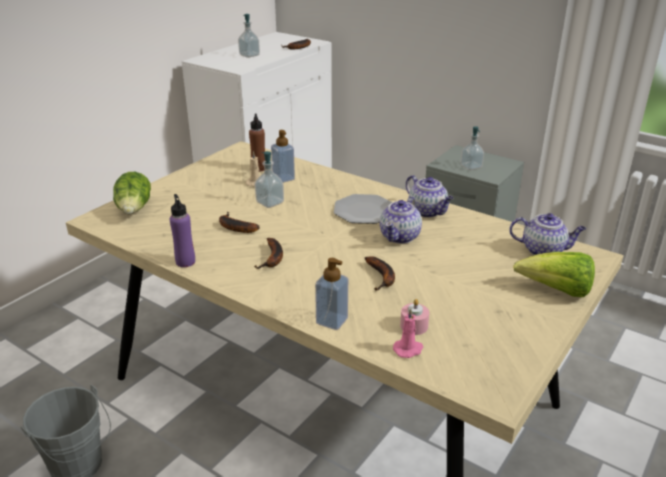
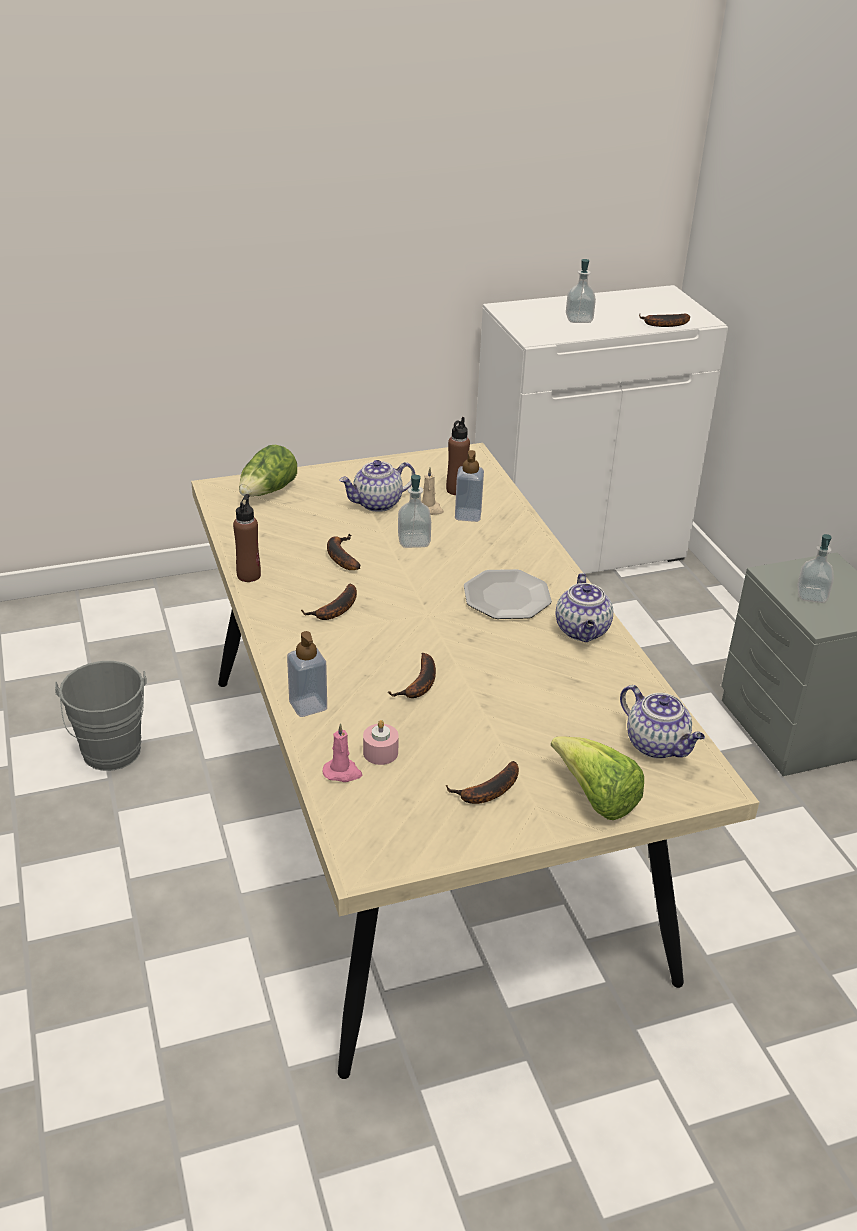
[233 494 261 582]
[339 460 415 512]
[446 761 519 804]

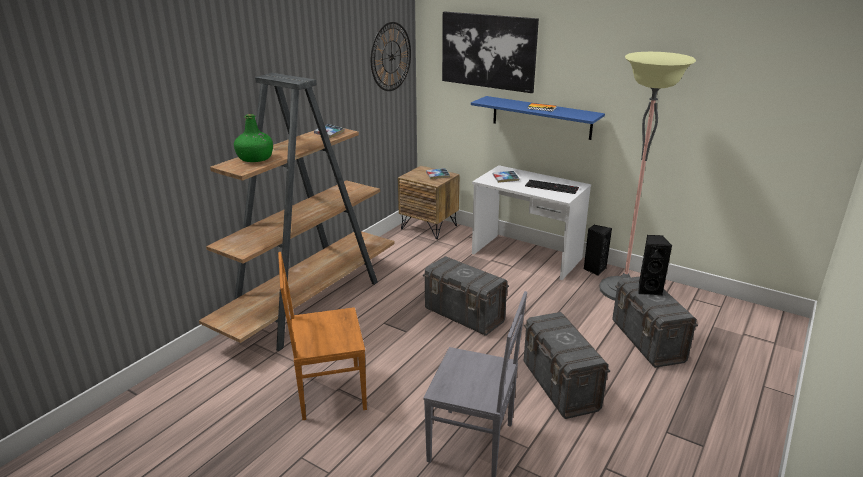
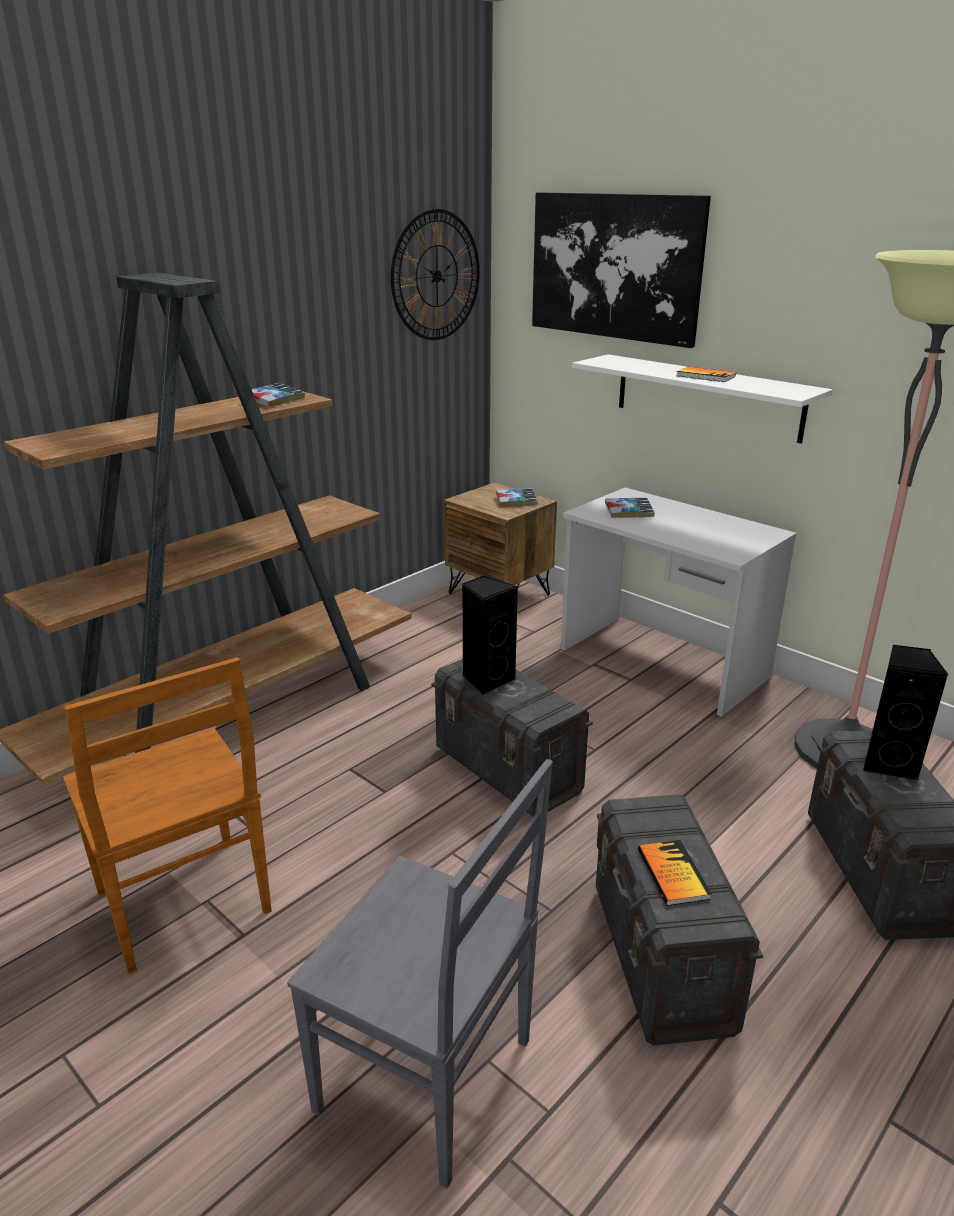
[63 658 272 974]
[462 575 518 695]
[572 354 833 444]
[638 840 712 906]
[234 114 273 162] (first image)
[525 180 579 194] (first image)

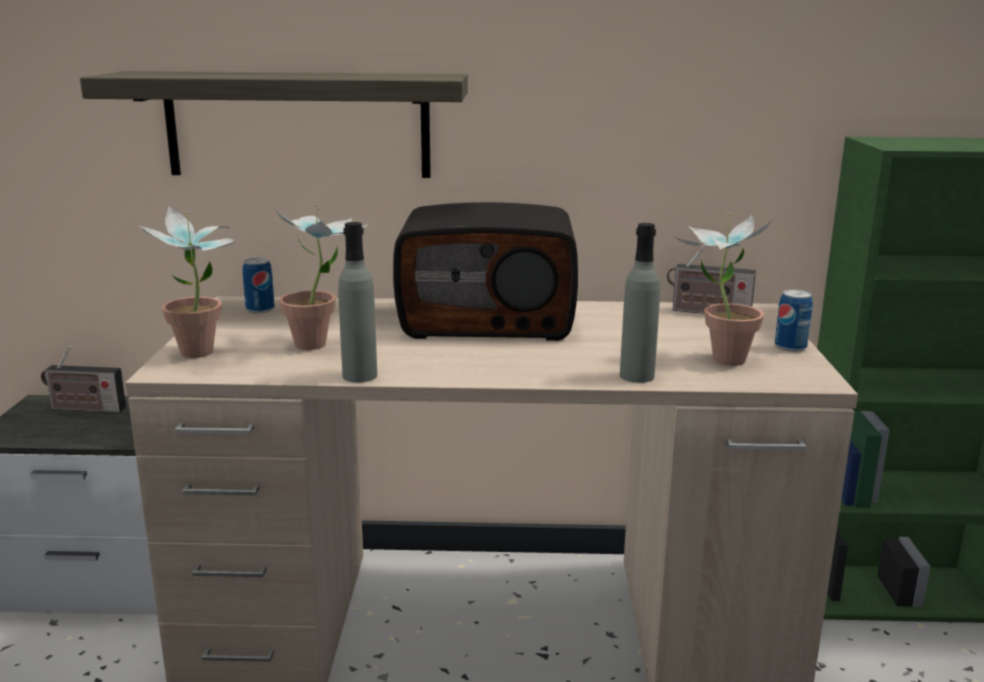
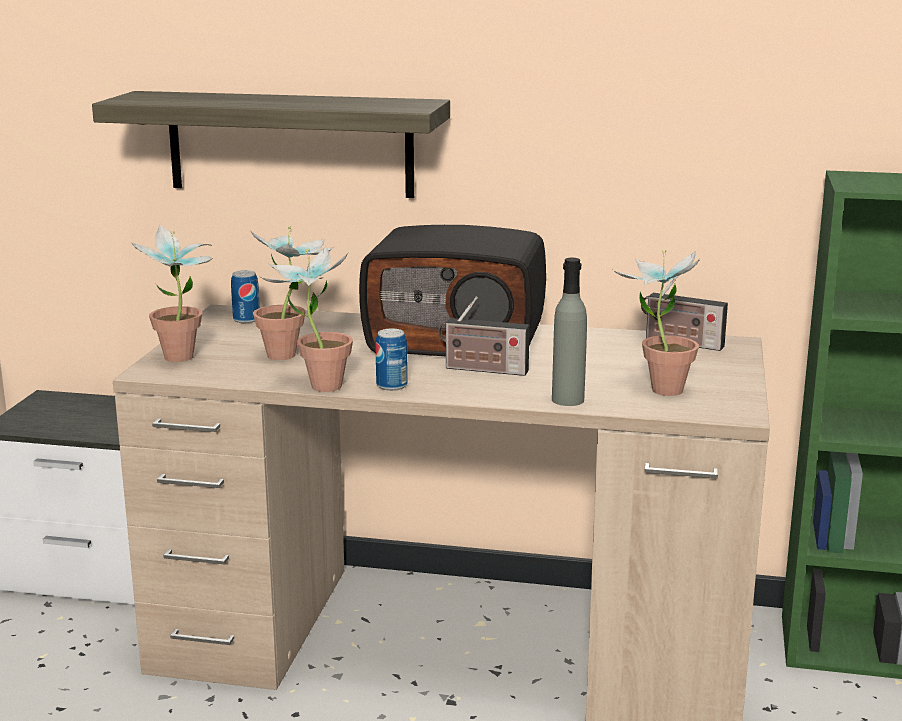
[262 246 353 392]
[375 329 408 391]
[438 296 530 376]

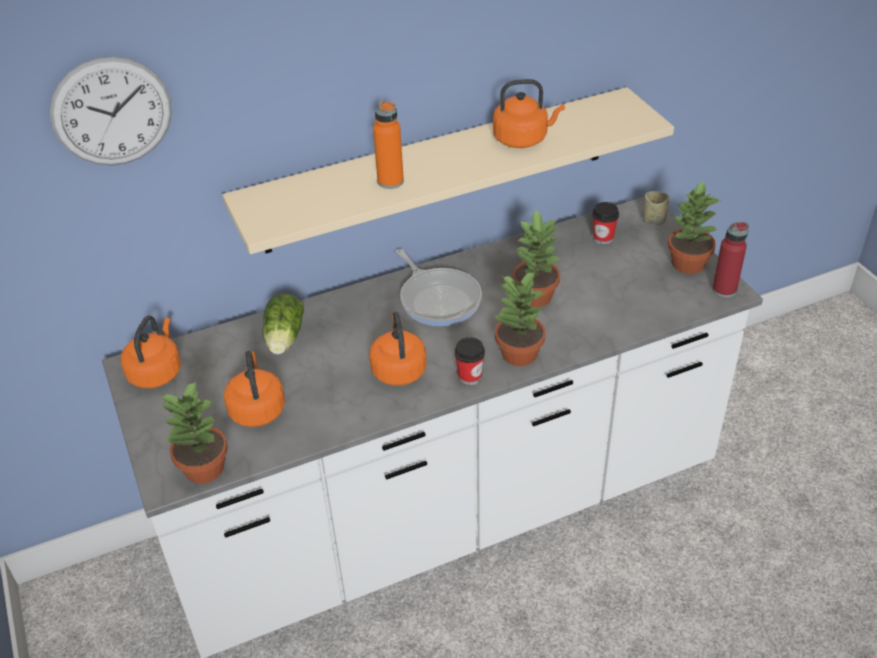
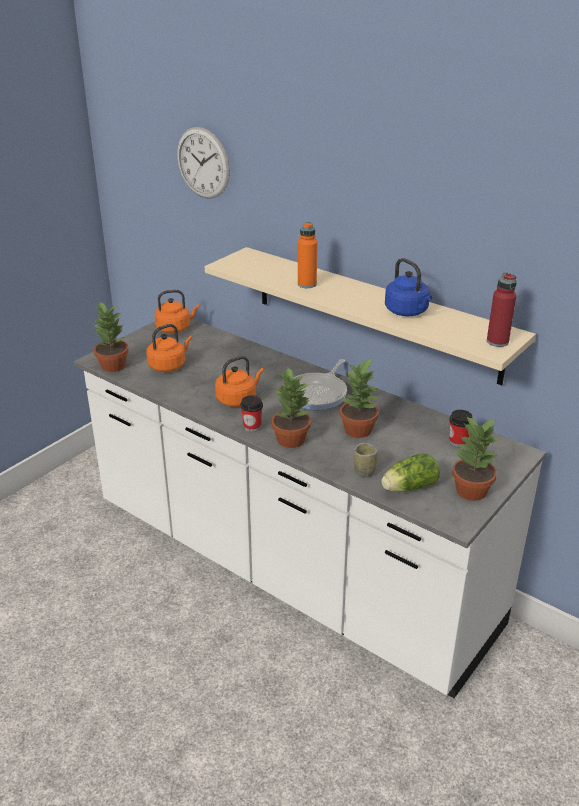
[354 443 377 478]
[381 453 440 492]
[385 258 432 316]
[487 272 517 347]

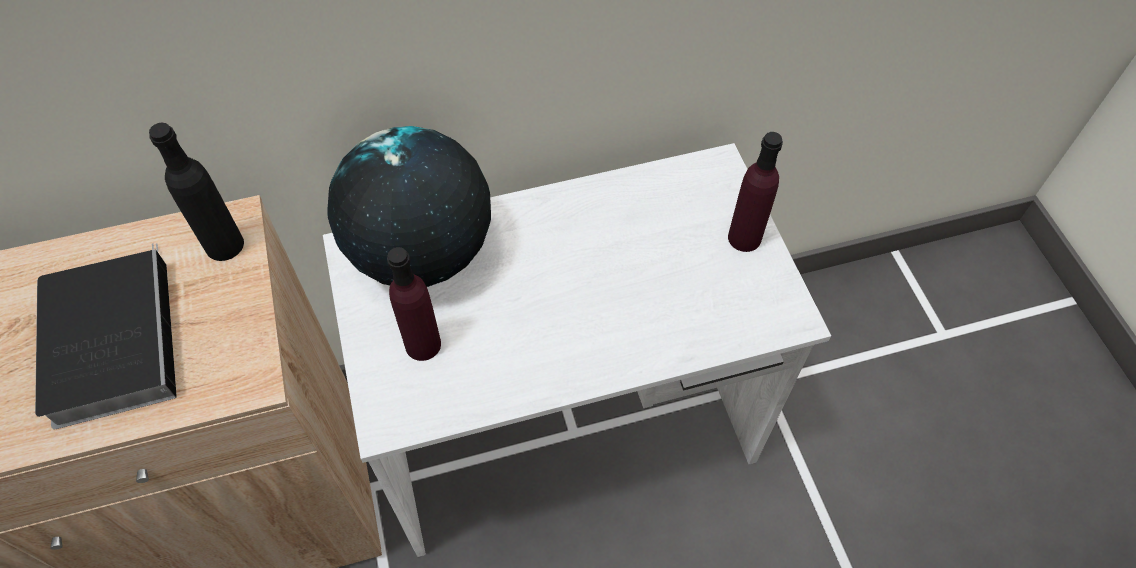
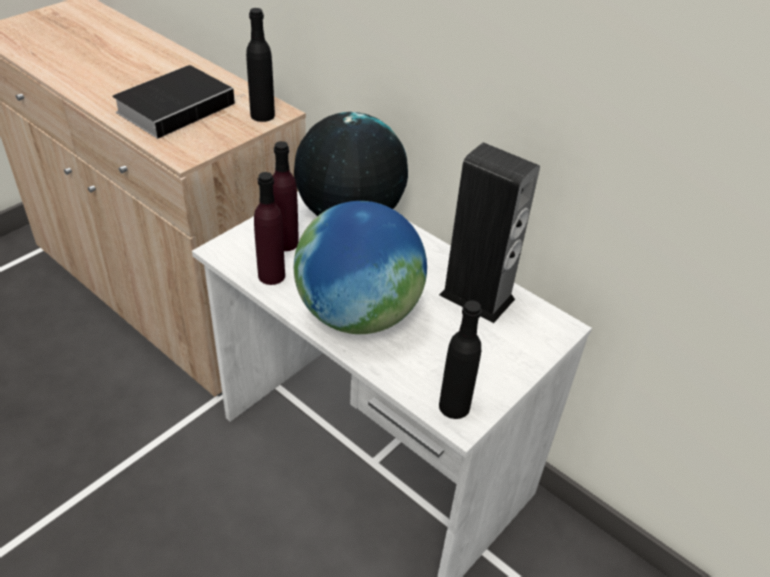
[254 172 285 285]
[294 201 427 334]
[439 142 540 323]
[439 300 482 419]

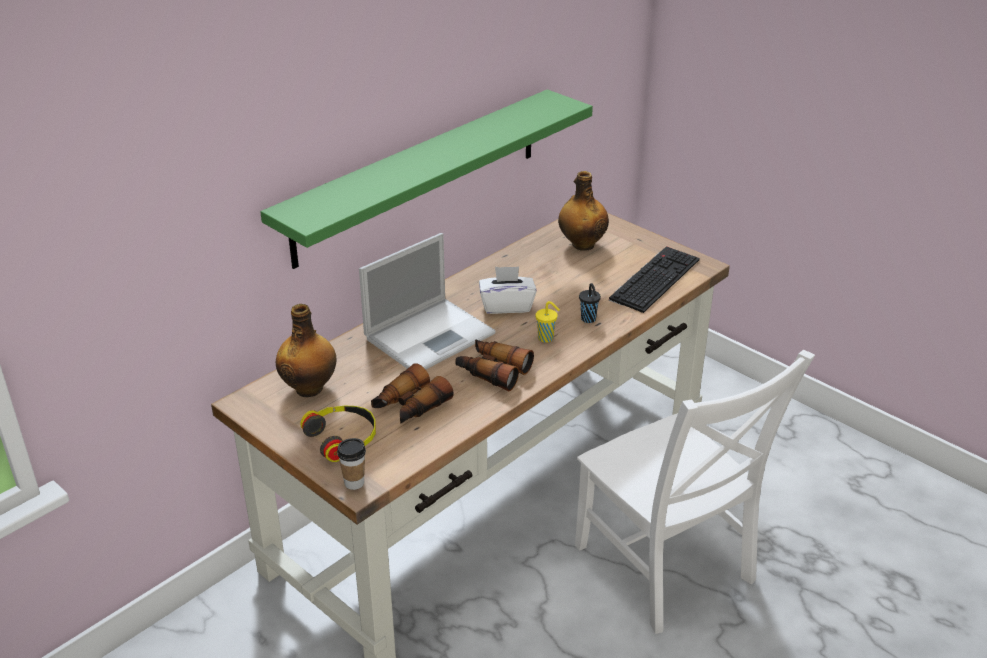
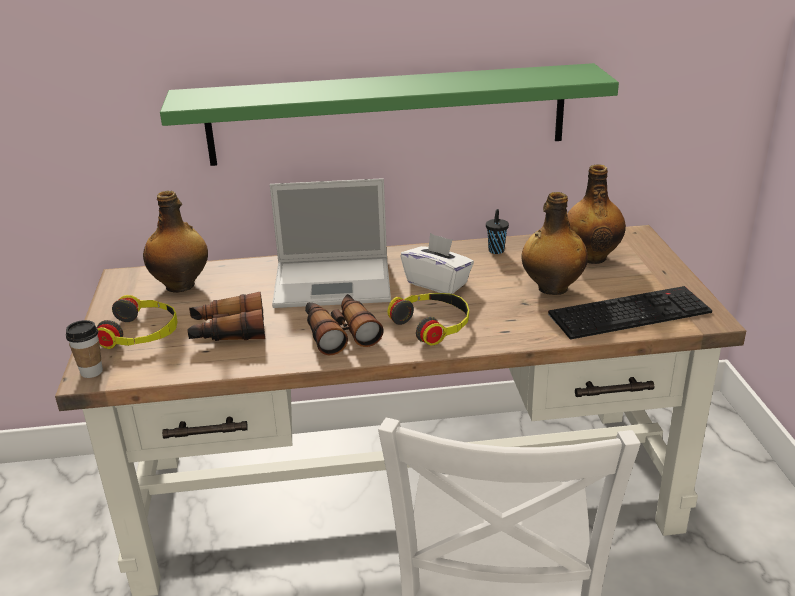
[388 293 469 345]
[486 209 509 254]
[521 192 588 295]

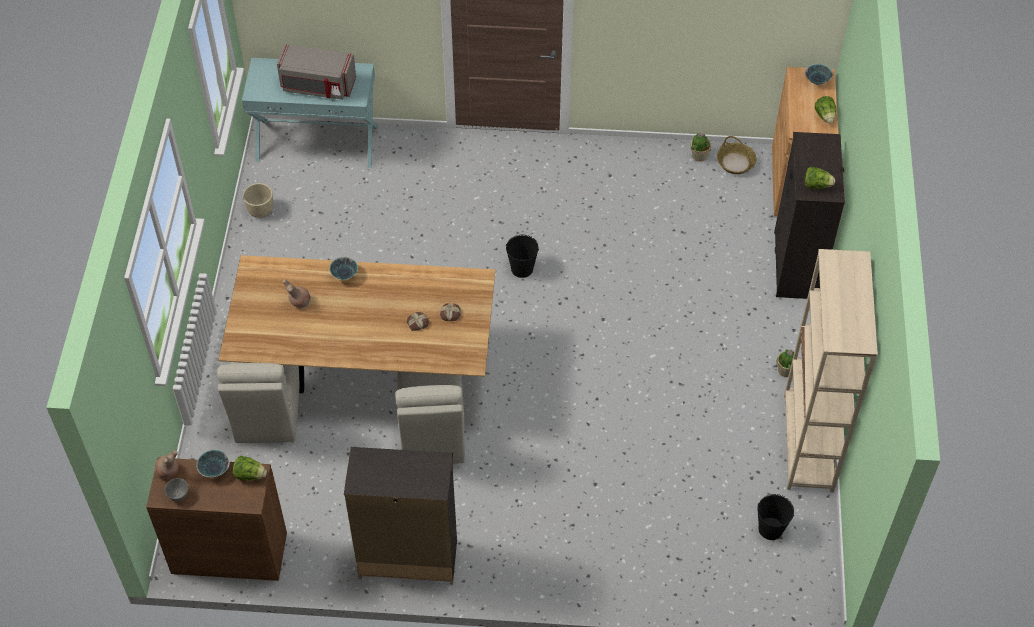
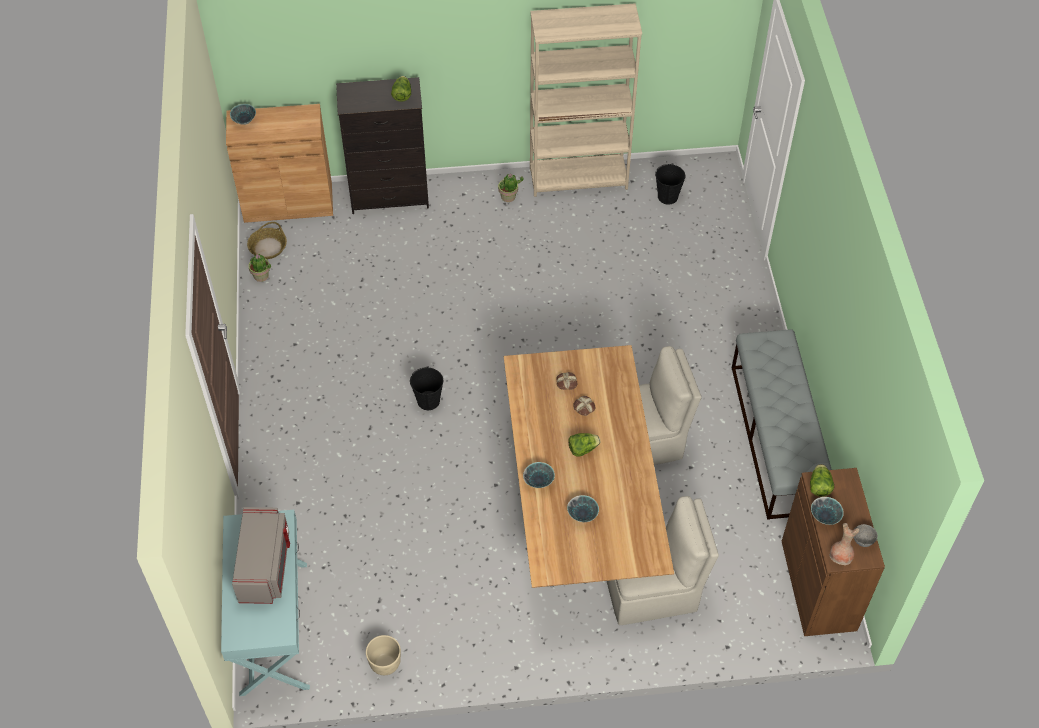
[567 495 599 522]
[568 433 600 457]
[732 329 832 520]

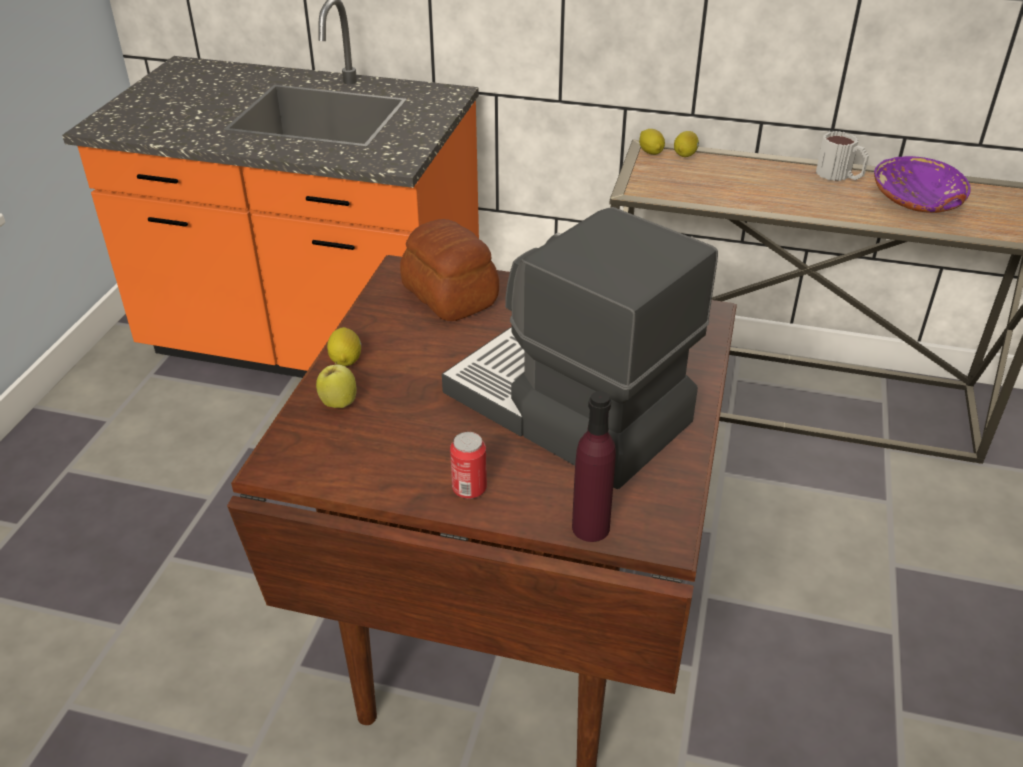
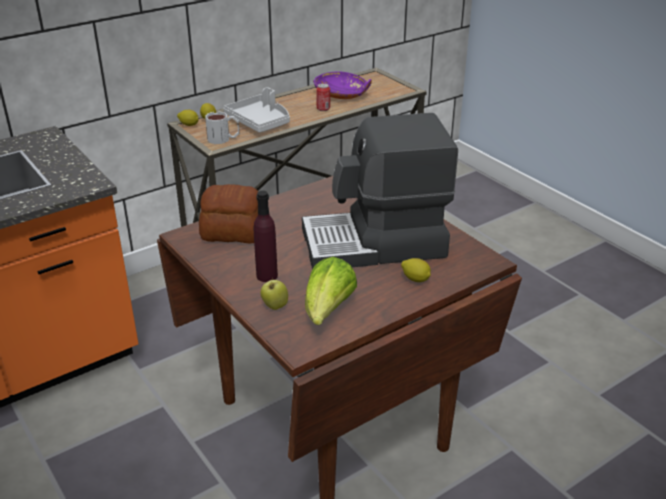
[205 111 239 144]
[223 87 290 133]
[254 191 278 282]
[305 257 357 325]
[316 83 330 111]
[401 258 431 282]

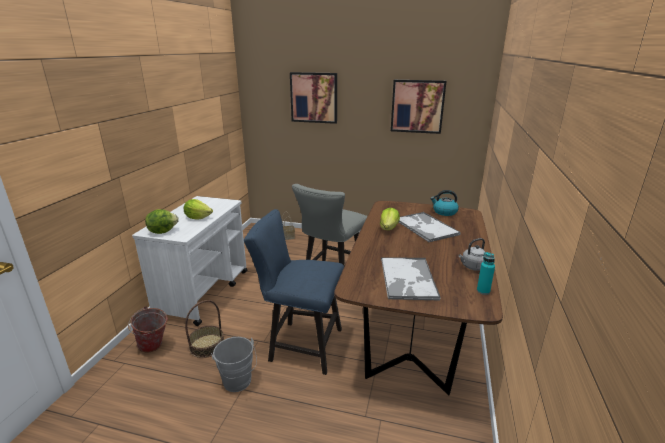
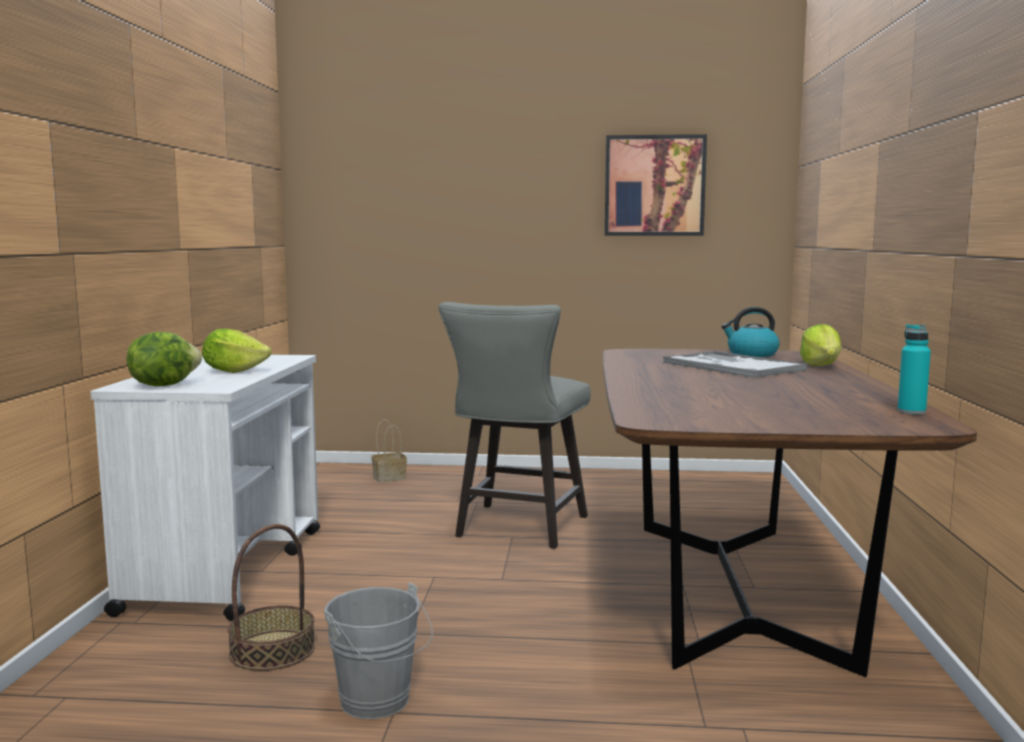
[800 324 842 366]
[128 306 168 352] (first image)
[244 209 344 375] (first image)
[290 72 337 124] (first image)
[381 257 441 301] (first image)
[458 238 485 271] (first image)

